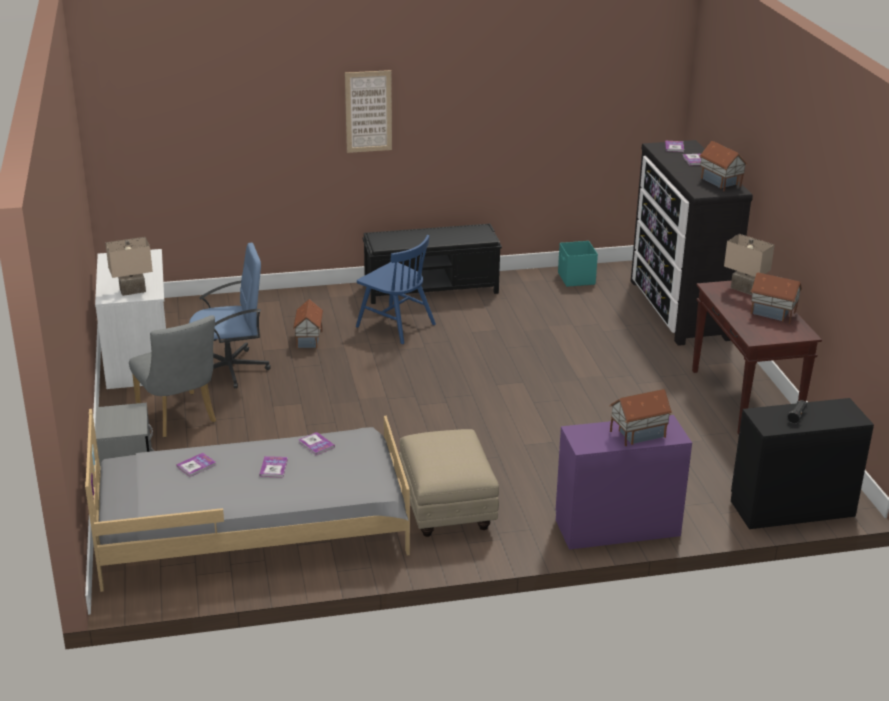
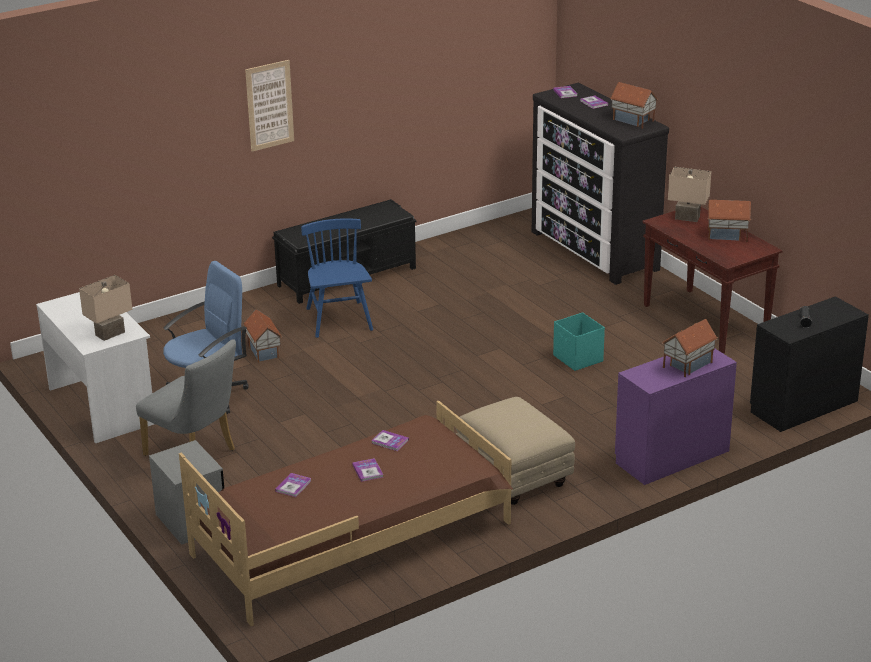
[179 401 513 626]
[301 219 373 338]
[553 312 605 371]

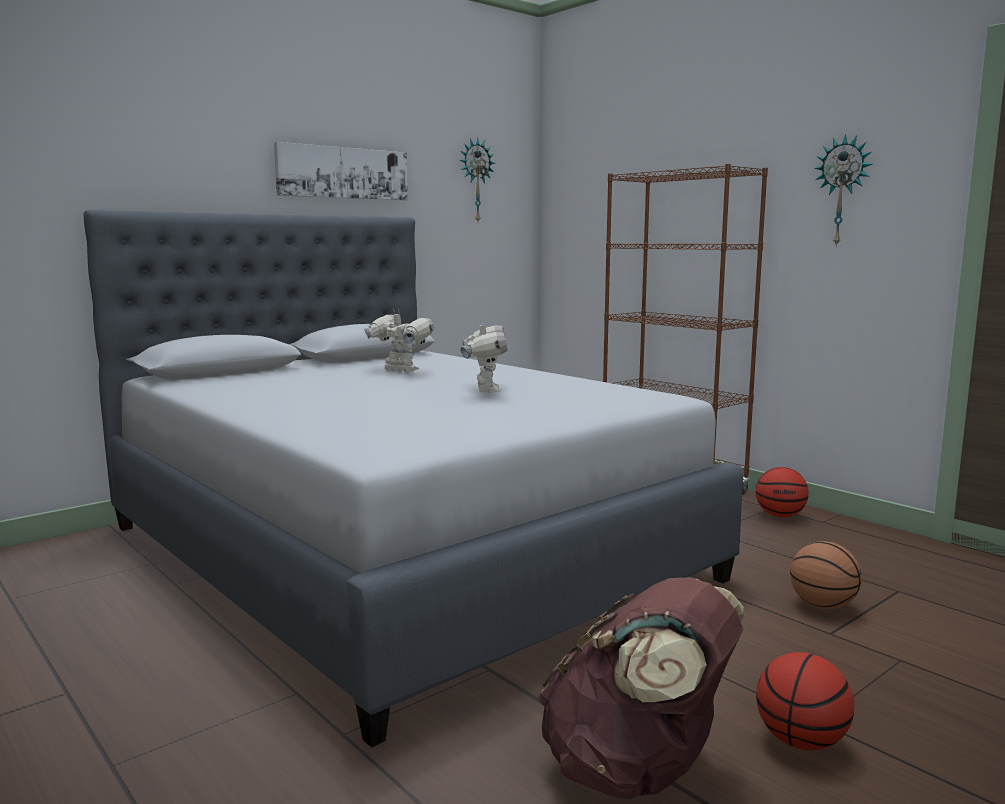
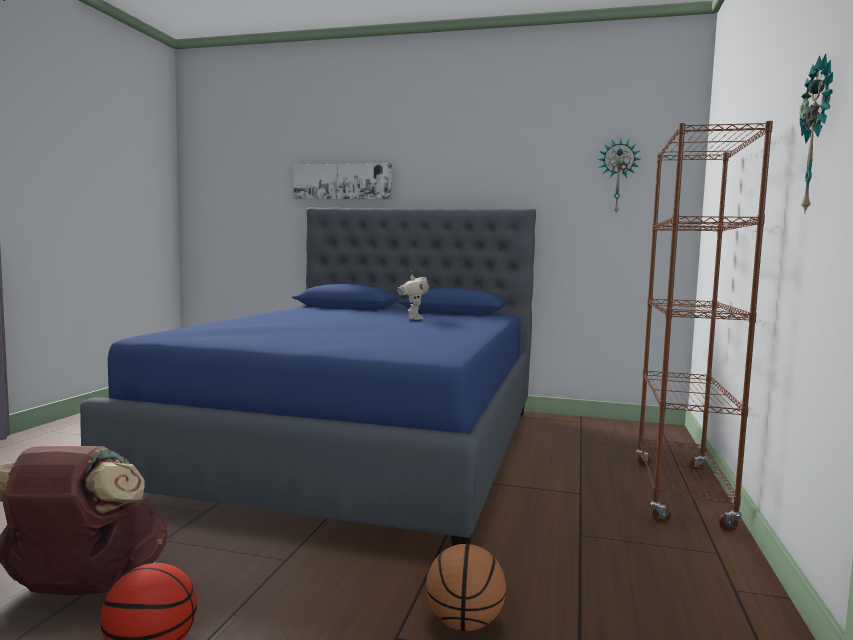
[80 207 536 546]
[294 163 392 200]
[460 319 508 393] (first image)
[755 467 809 517] (first image)

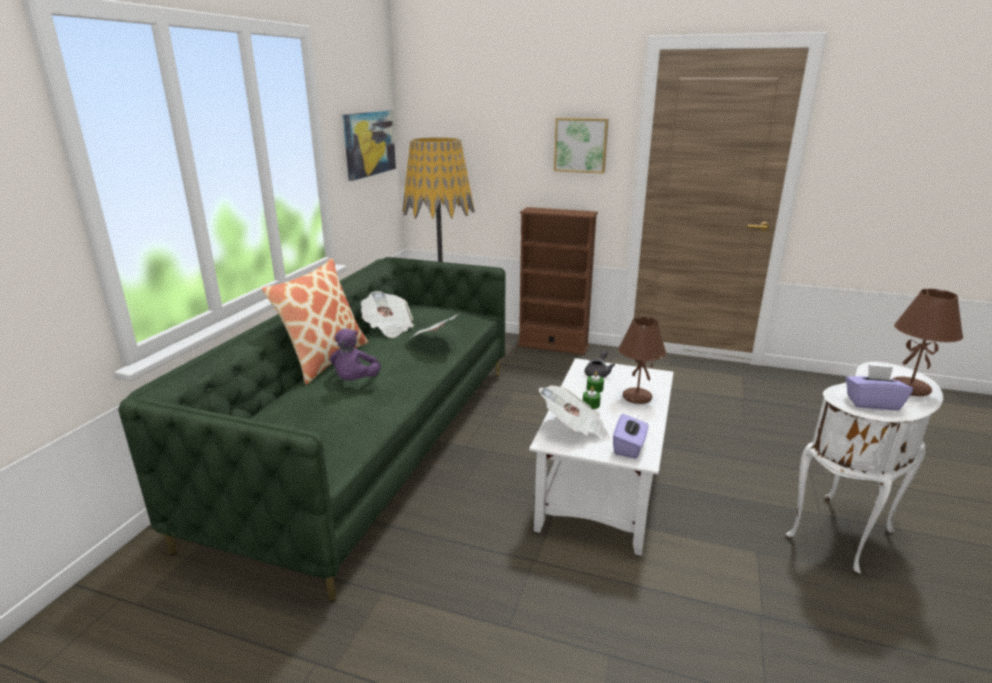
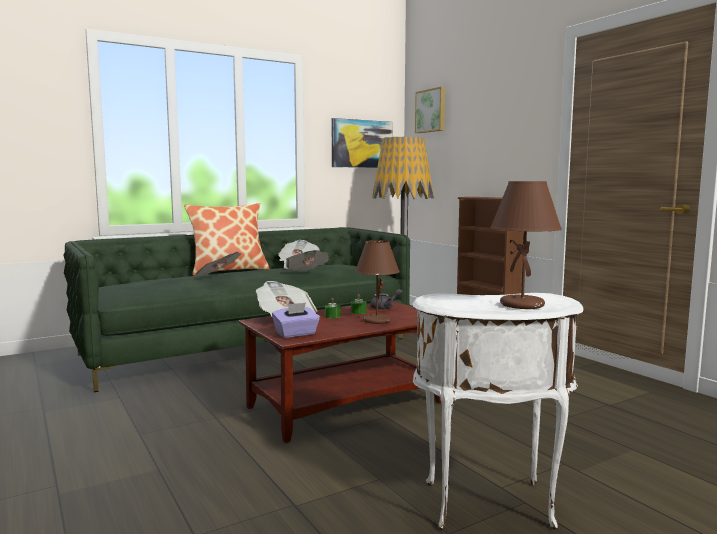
[193 252 241 277]
[239 301 441 443]
[415 87 445 133]
[846 365 913 410] (first image)

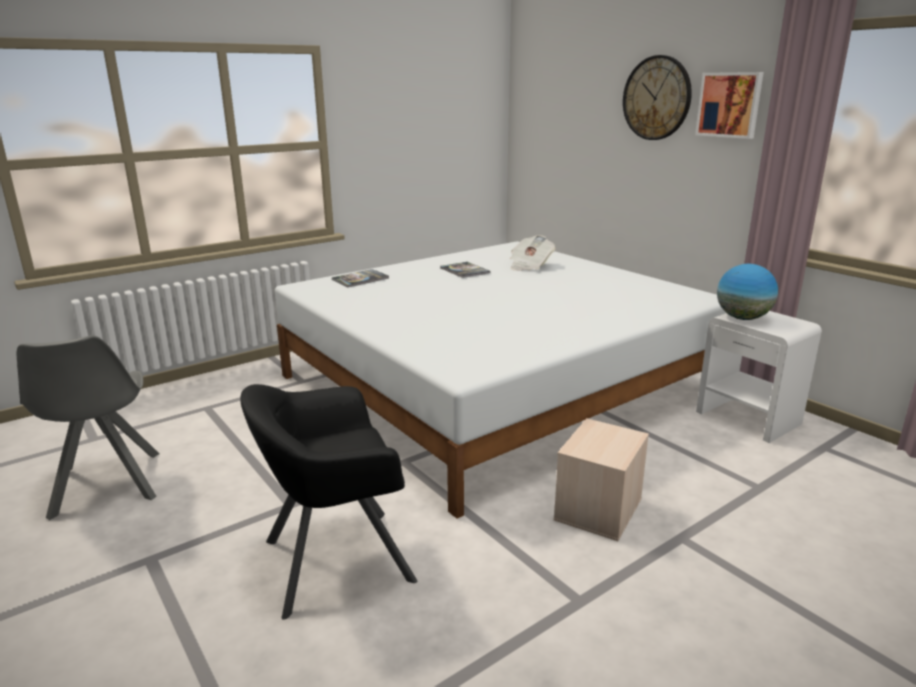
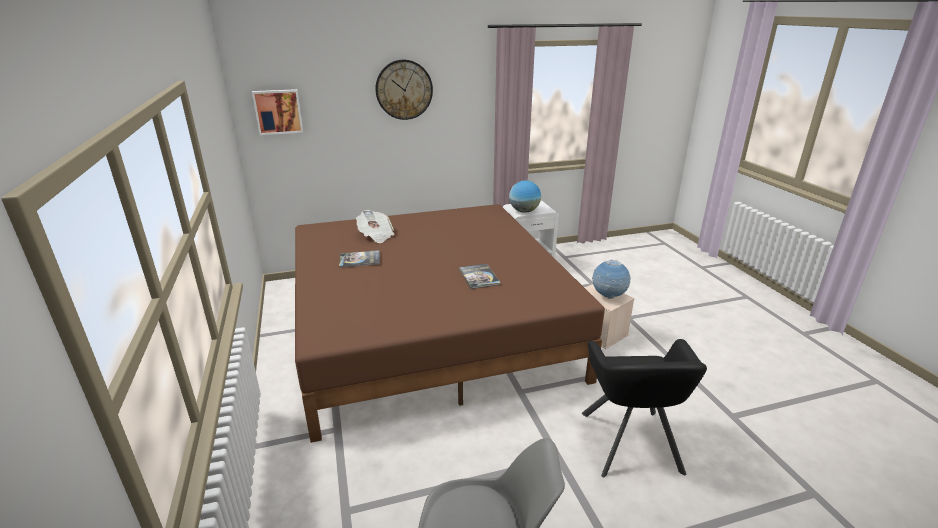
[252 89 303 135]
[295 204 605 443]
[459 264 500 289]
[592 259 630 299]

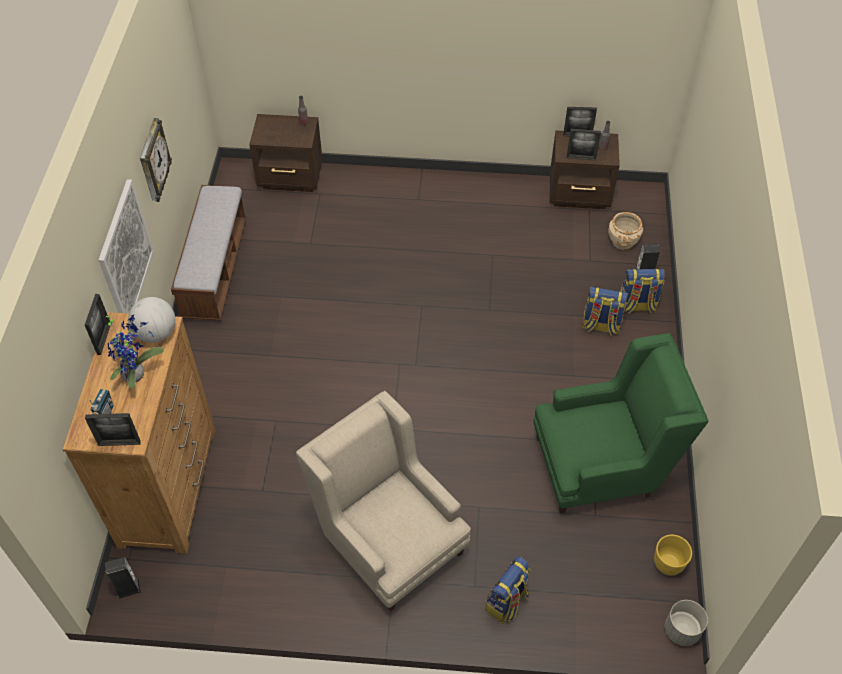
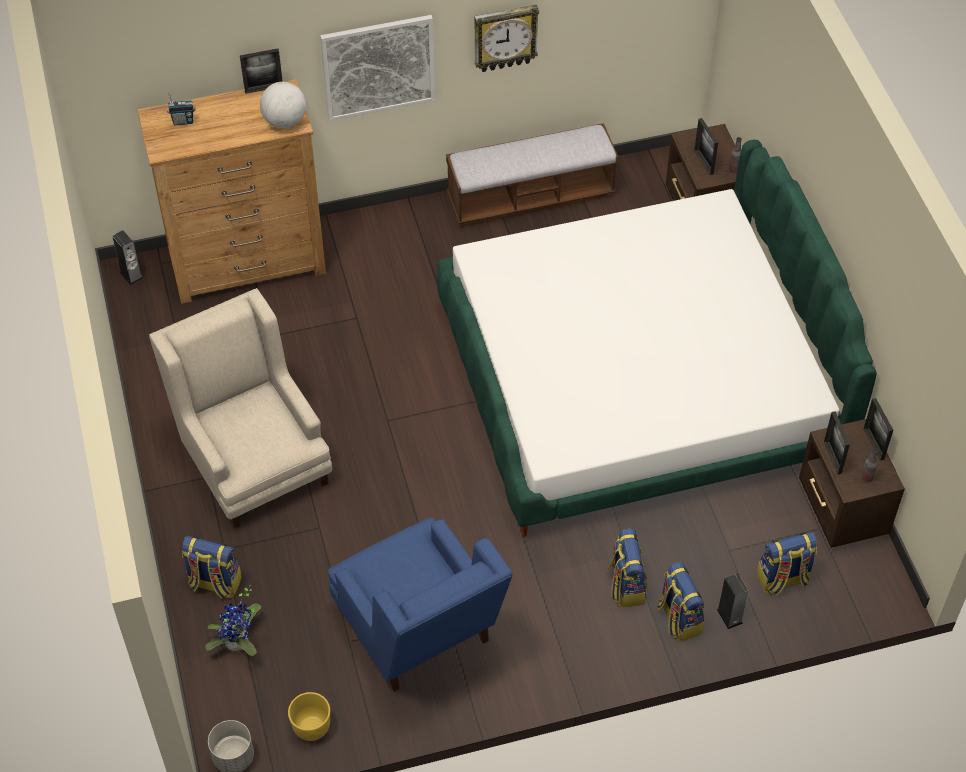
[149 288 332 528]
[205 585 261 656]
[328 518 512 692]
[437 140 877 537]
[694 118 718 175]
[757 532 817 595]

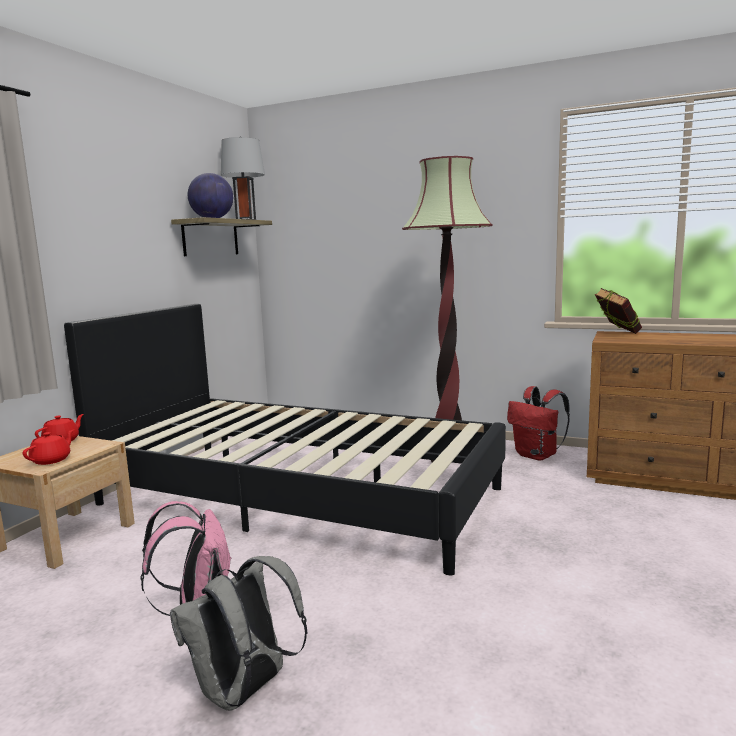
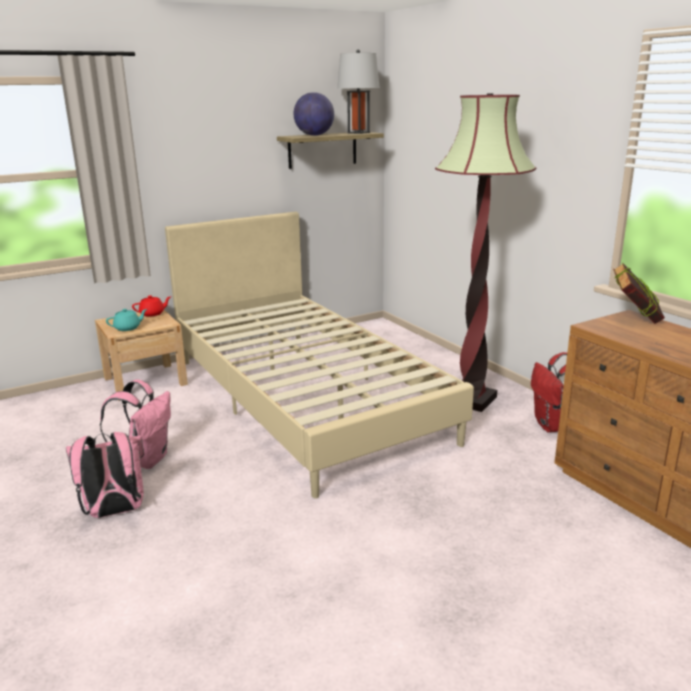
[66 432 144 518]
[106 309 147 331]
[165 212 474 498]

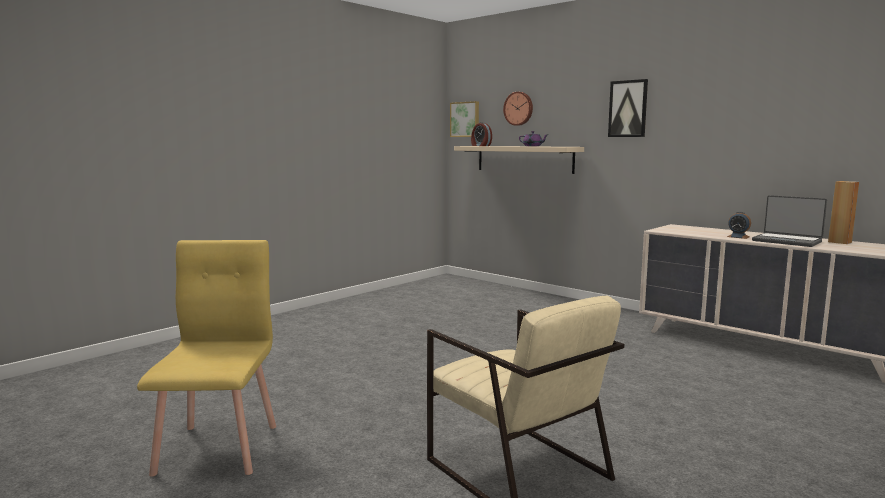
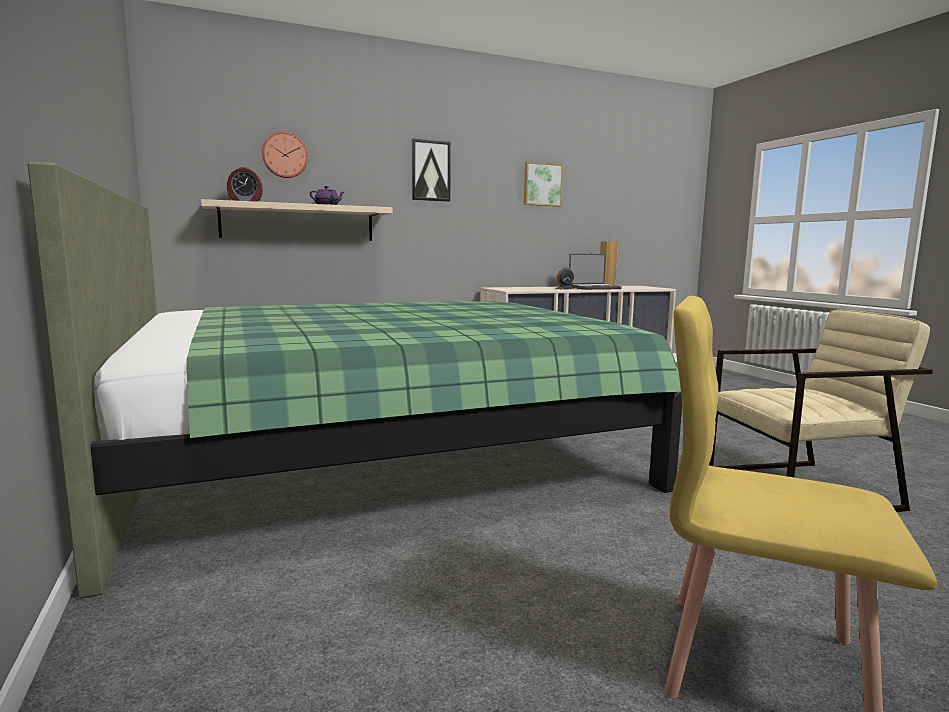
[27 161 682 599]
[524 161 563 206]

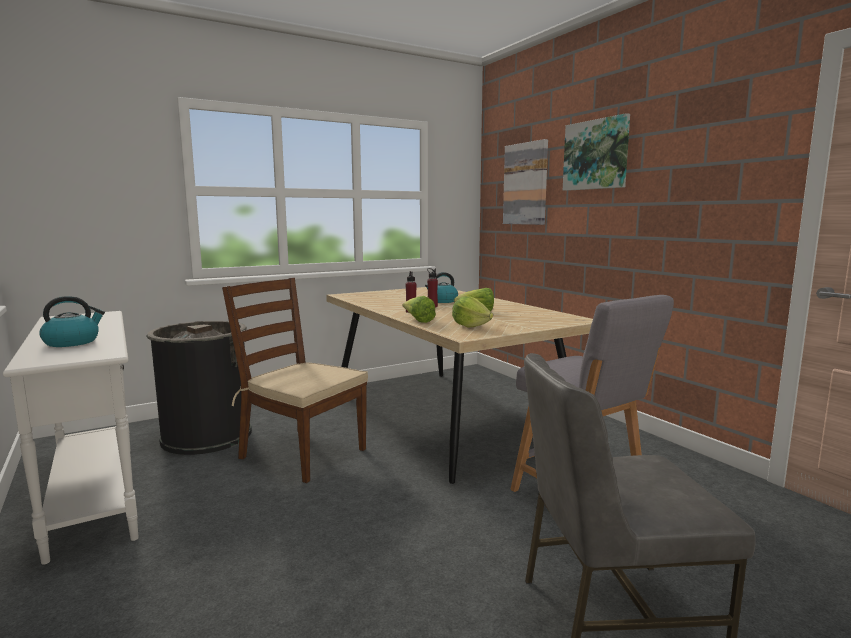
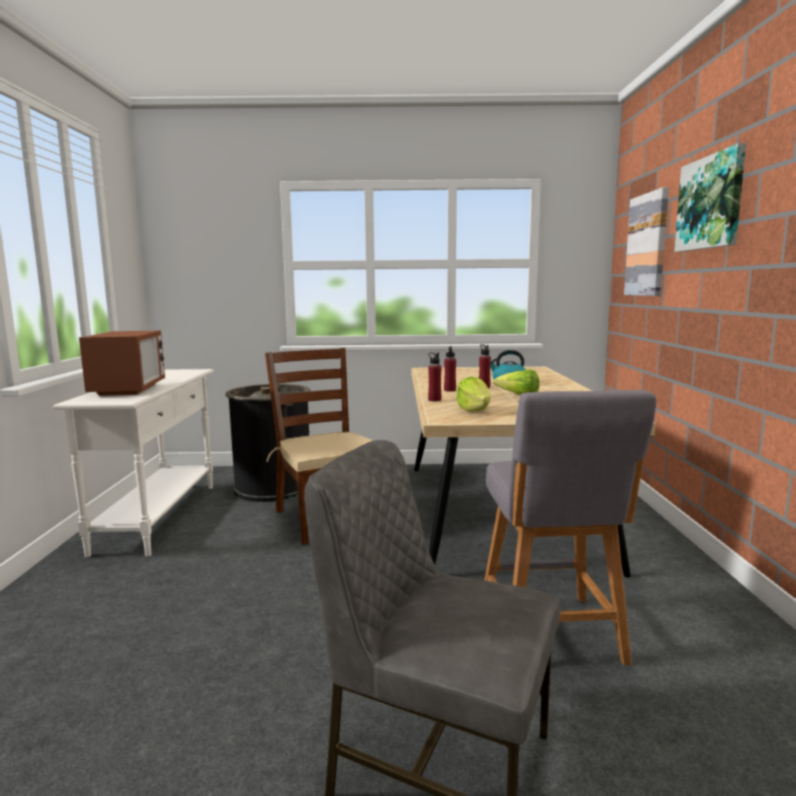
[79 330 165 396]
[428 352 441 401]

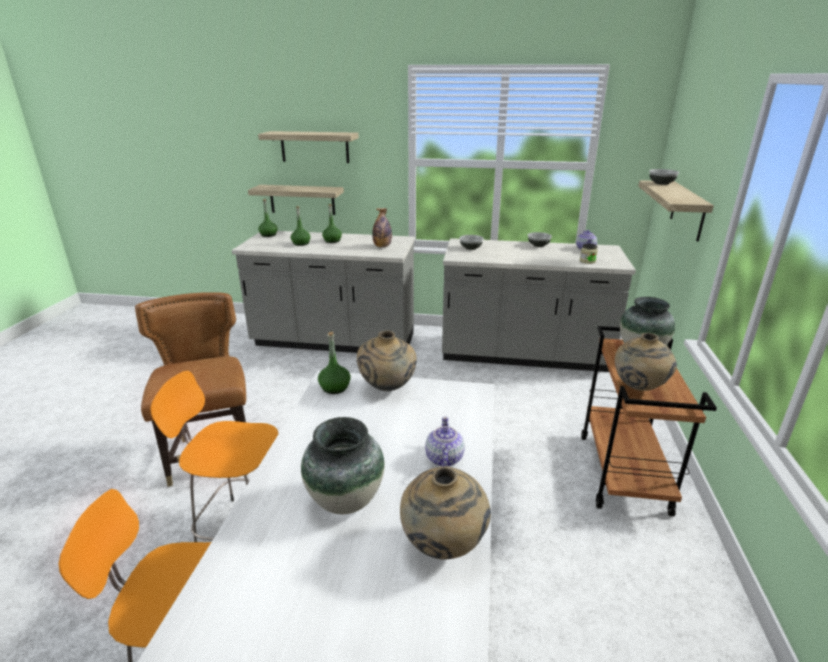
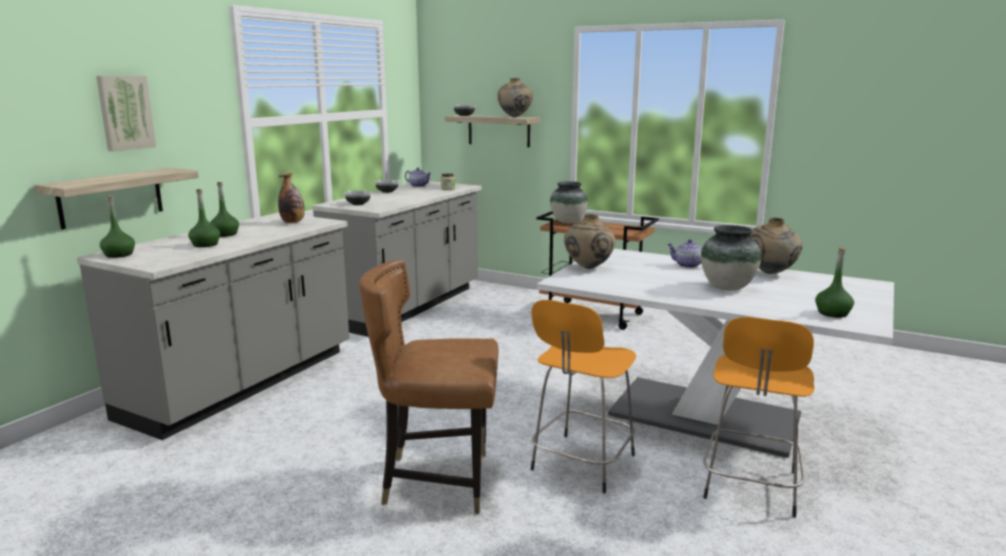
[96 76 156 151]
[497 78 533 117]
[815 247 854 318]

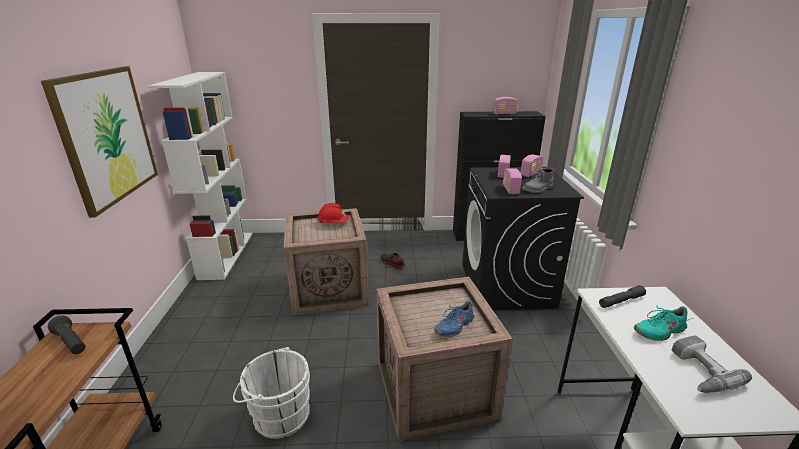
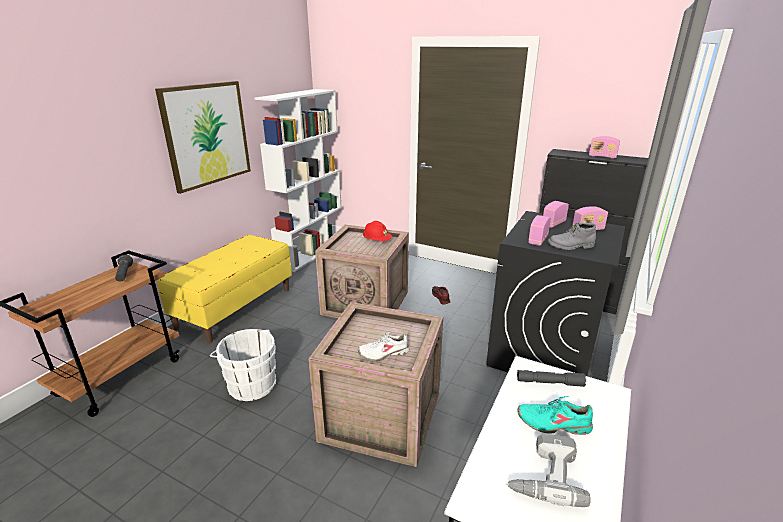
[157 235 292 343]
[358 332 409 361]

